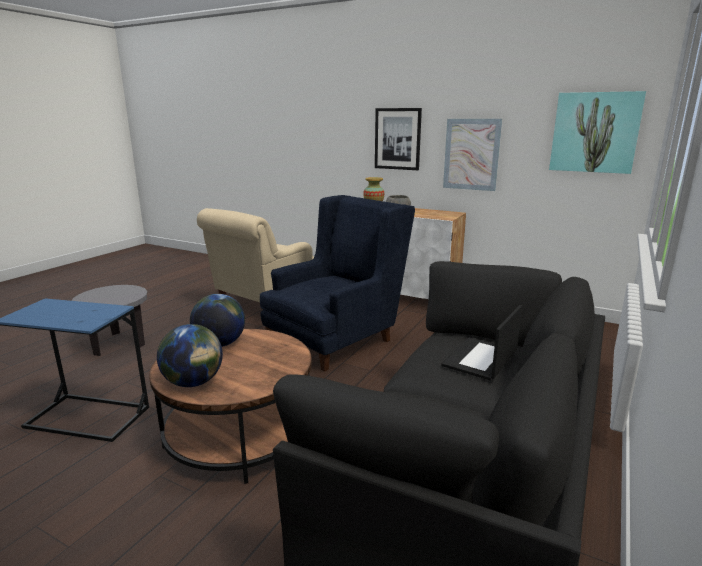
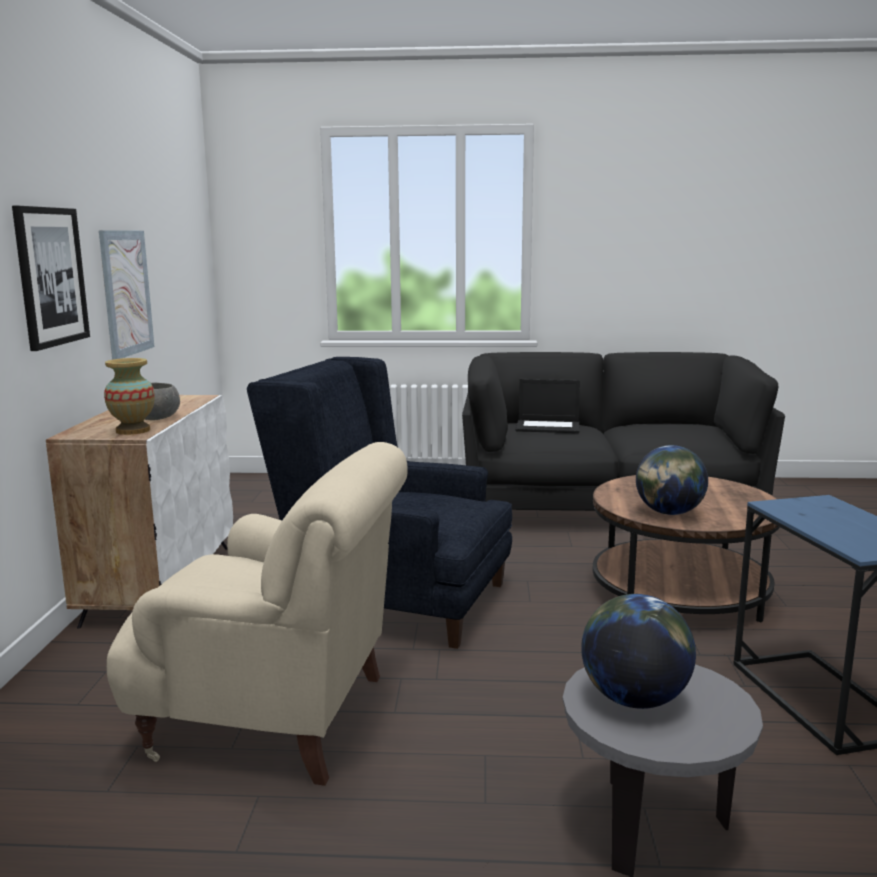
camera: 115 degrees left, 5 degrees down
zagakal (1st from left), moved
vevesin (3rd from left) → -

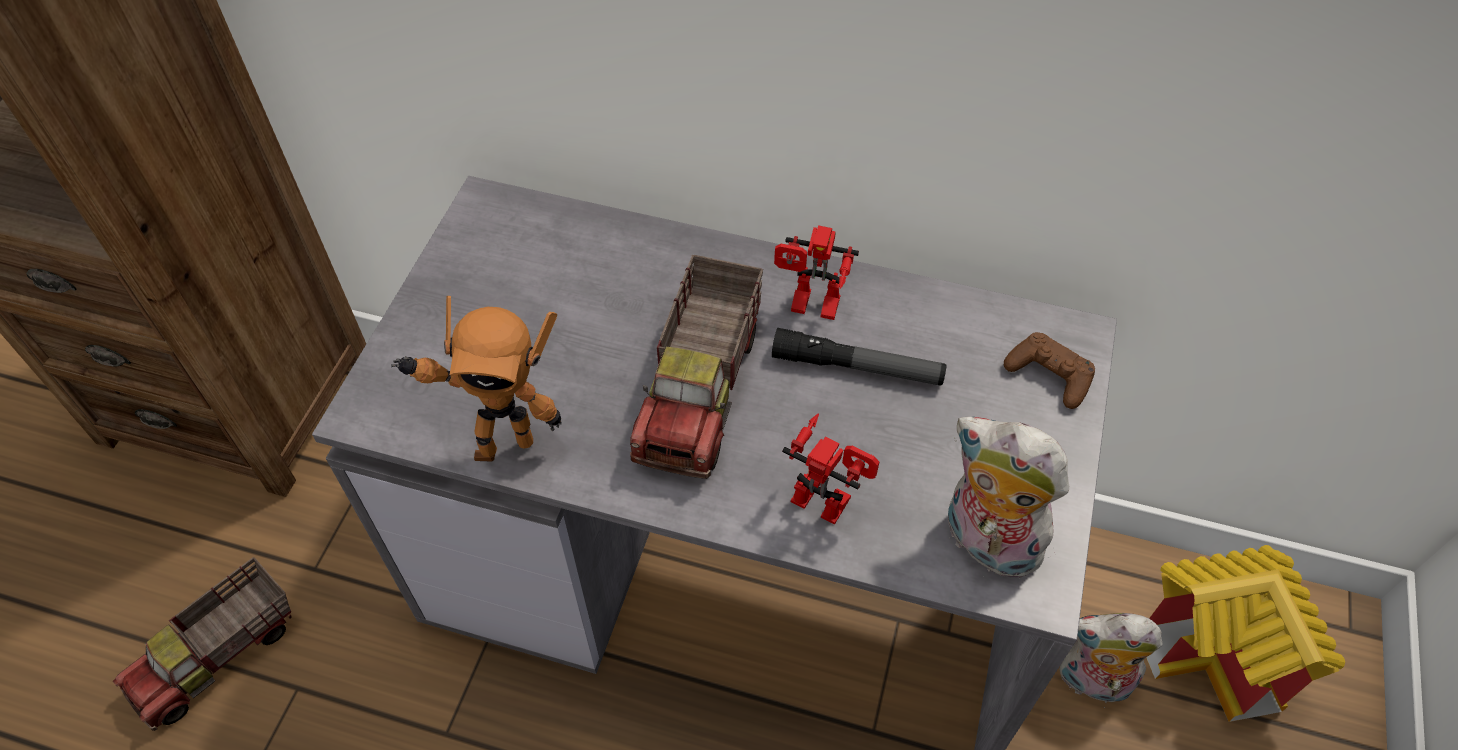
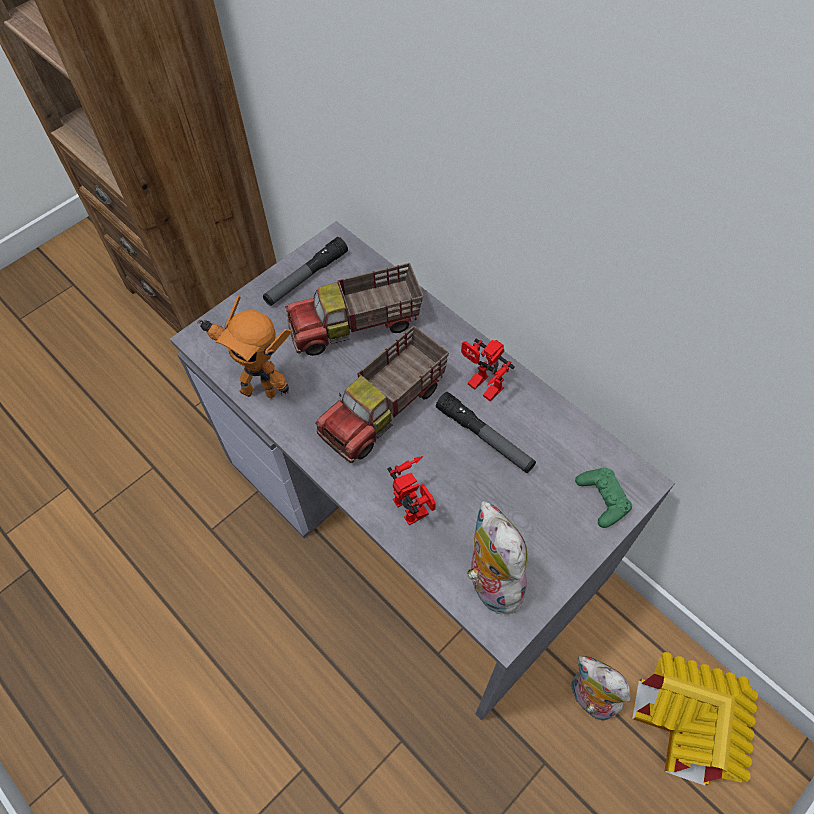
camera: 30 degrees right, 5 degrees up
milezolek (1st from left), moved
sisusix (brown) → sisusix (green)
- → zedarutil (1st from left)

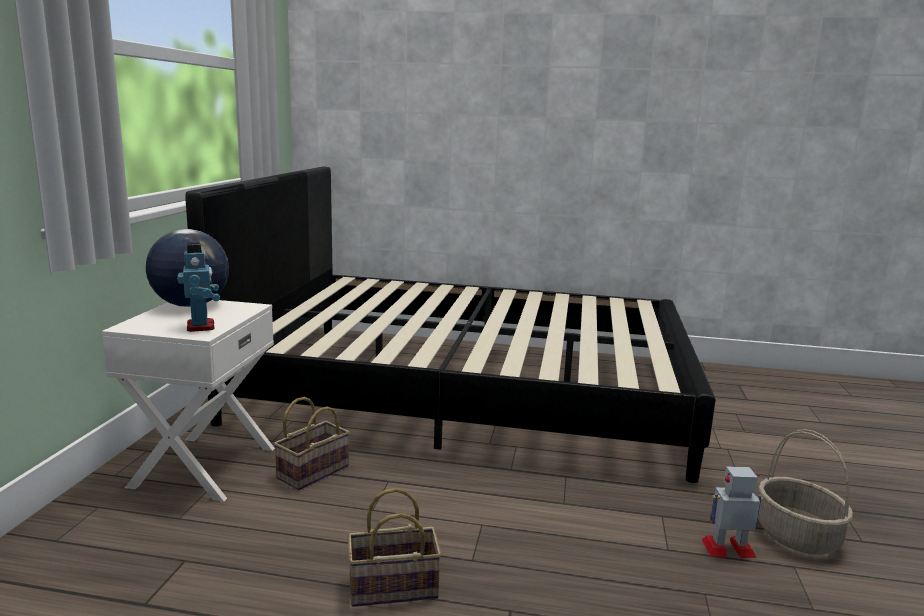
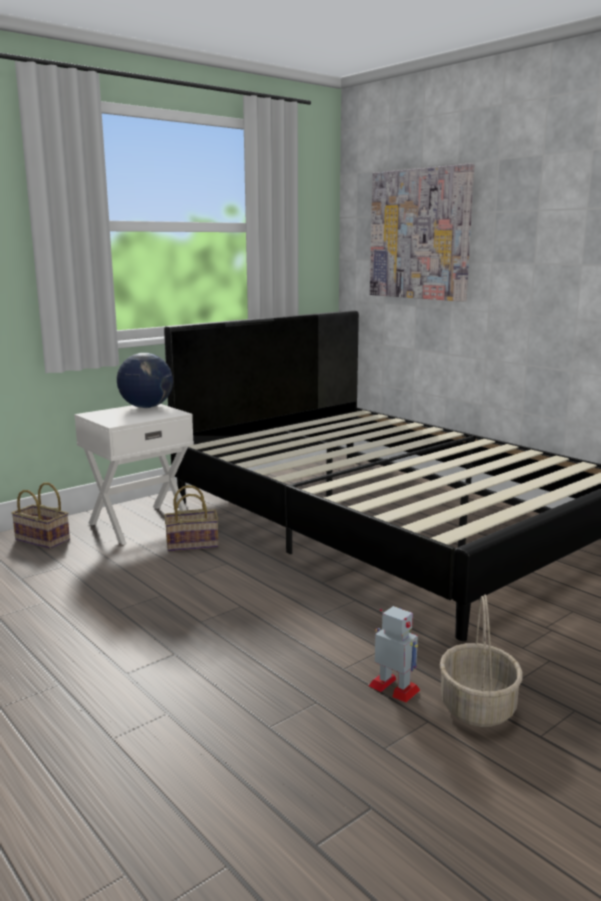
camera: 40 degrees right, 0 degrees up
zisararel (1st from left) → -
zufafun (2nd from left in the first image) → zufafun (1st from left), moved
- → vevesin

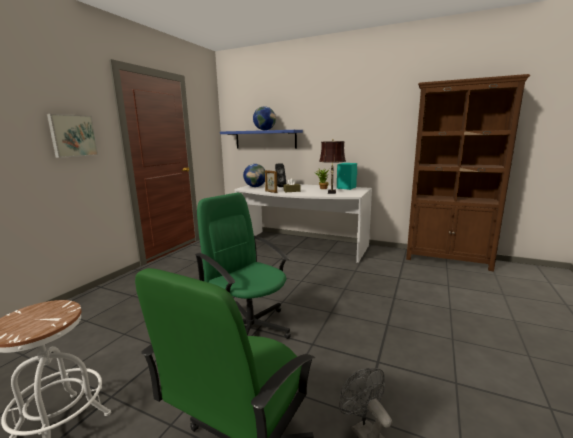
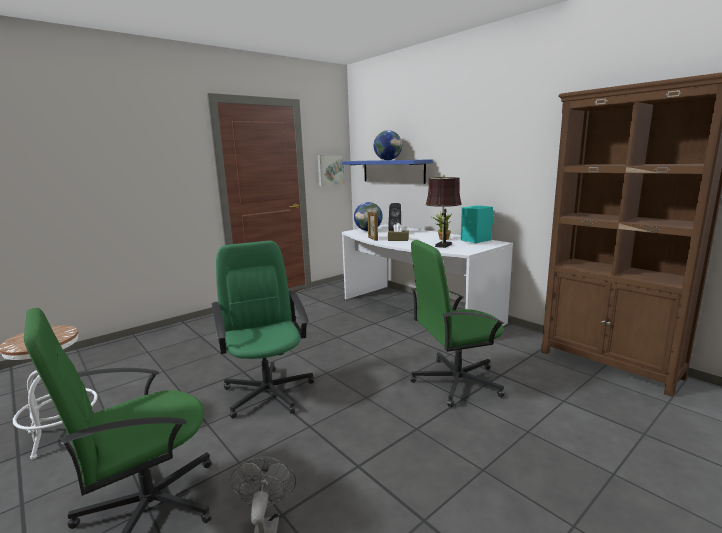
camera: 25 degrees right, 0 degrees up
vevesin, moved
- → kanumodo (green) (3rd from left)

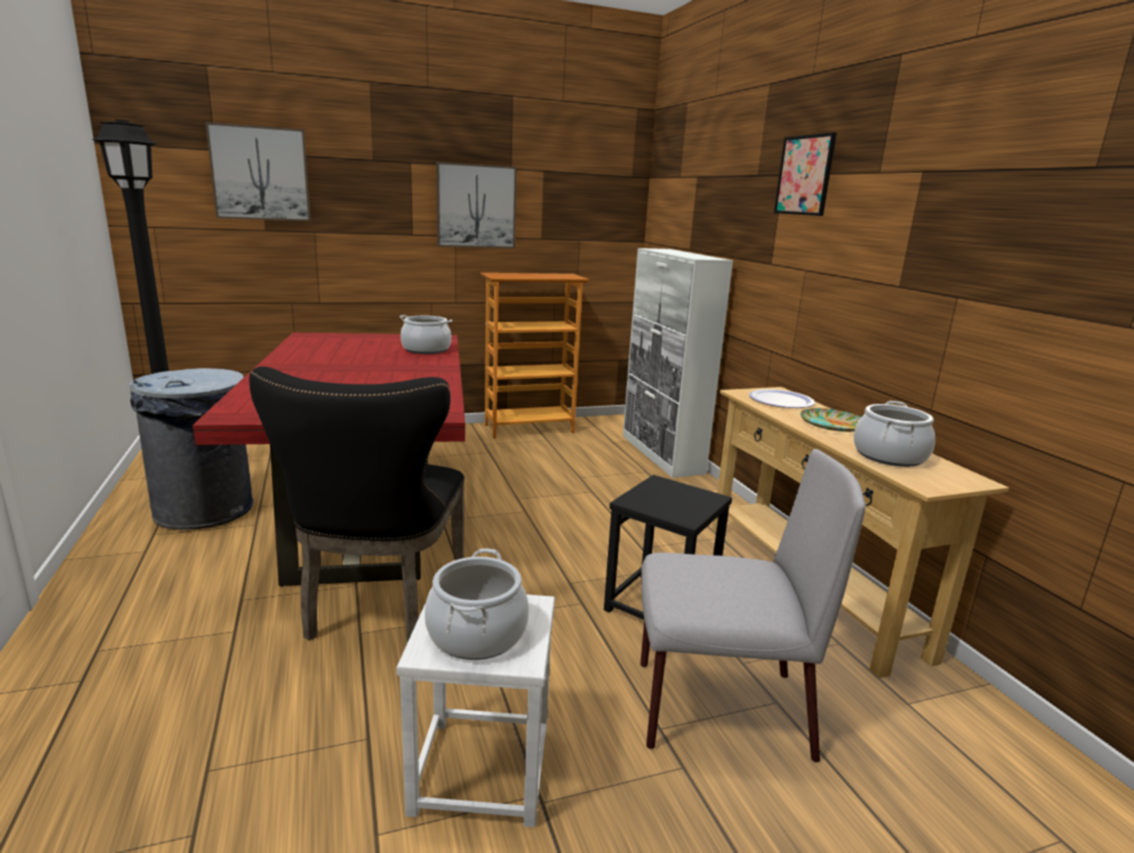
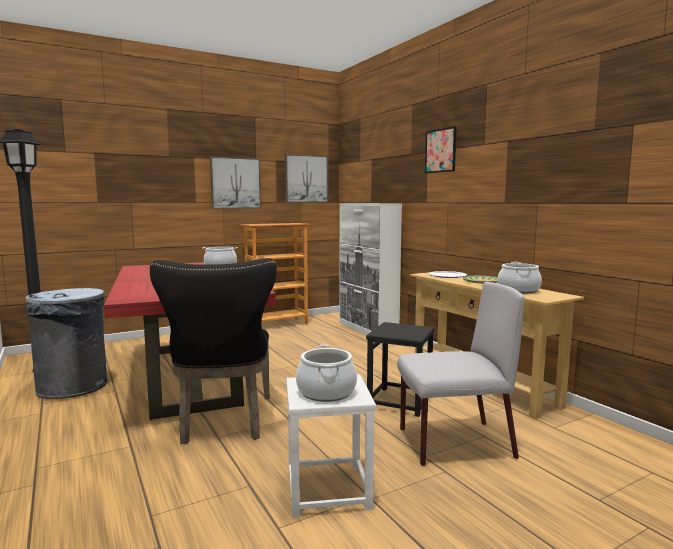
camera: 10 degrees left, 10 degrees down
vevesin (1st from left in the first image) → vevesin (2nd from left), moved

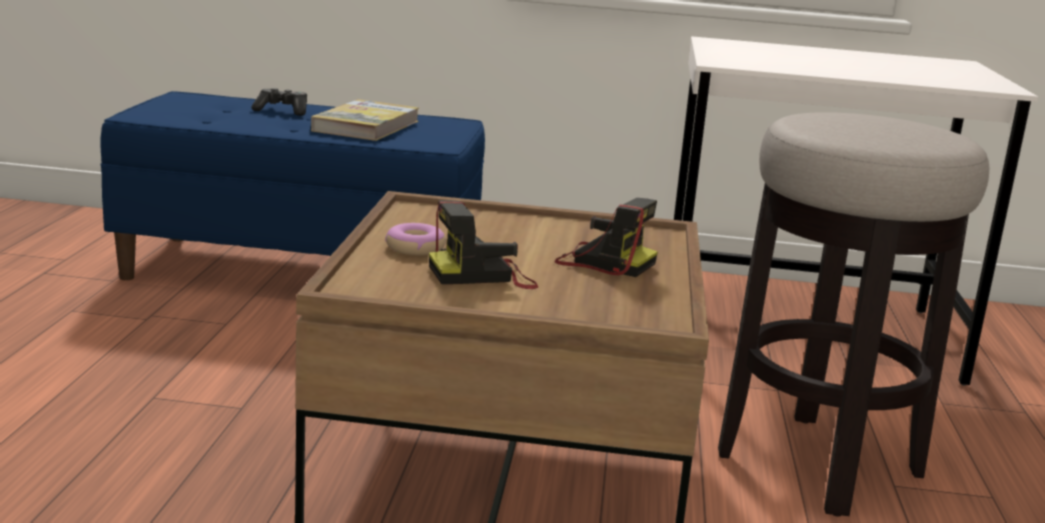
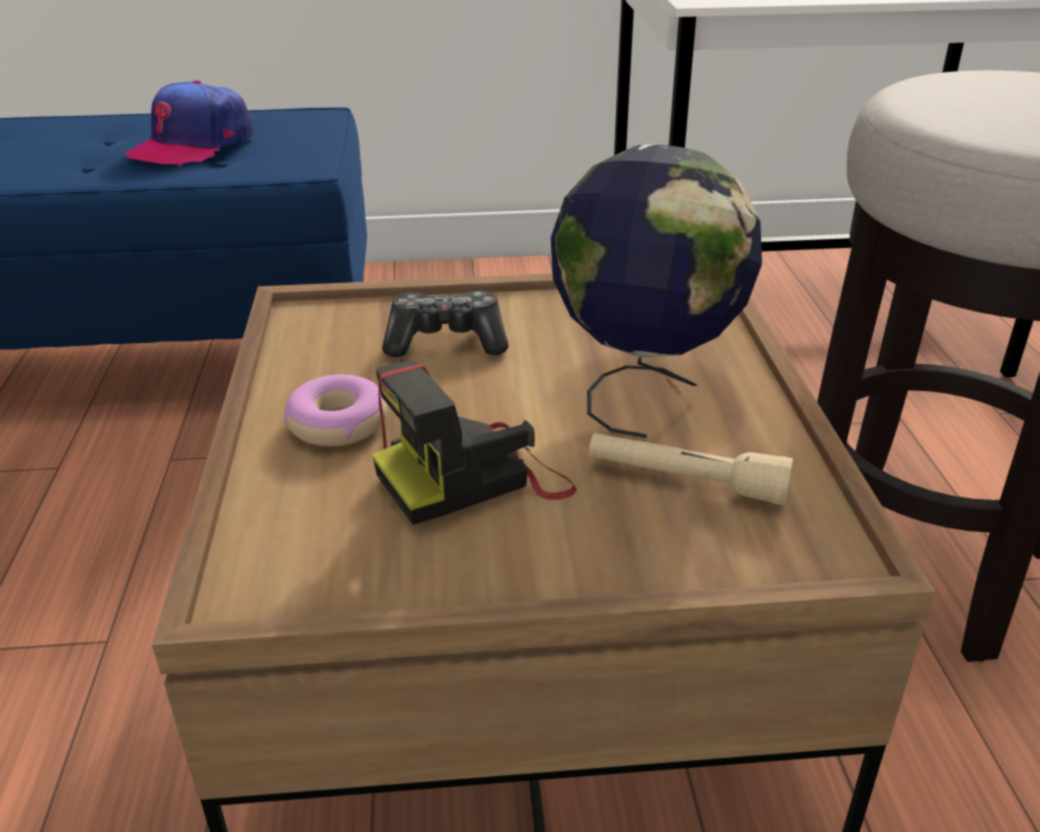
camera: 10 degrees left, 15 degrees up
sisusix, moved
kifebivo → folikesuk
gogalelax (2nd from left) → zagakal
- → zedarutil (beige)

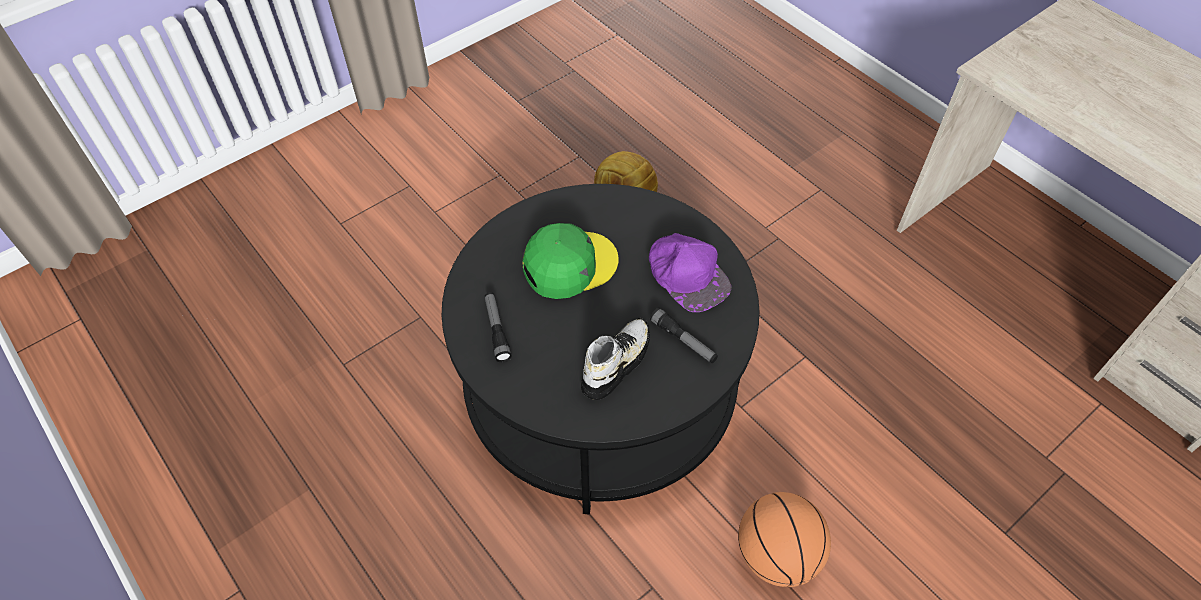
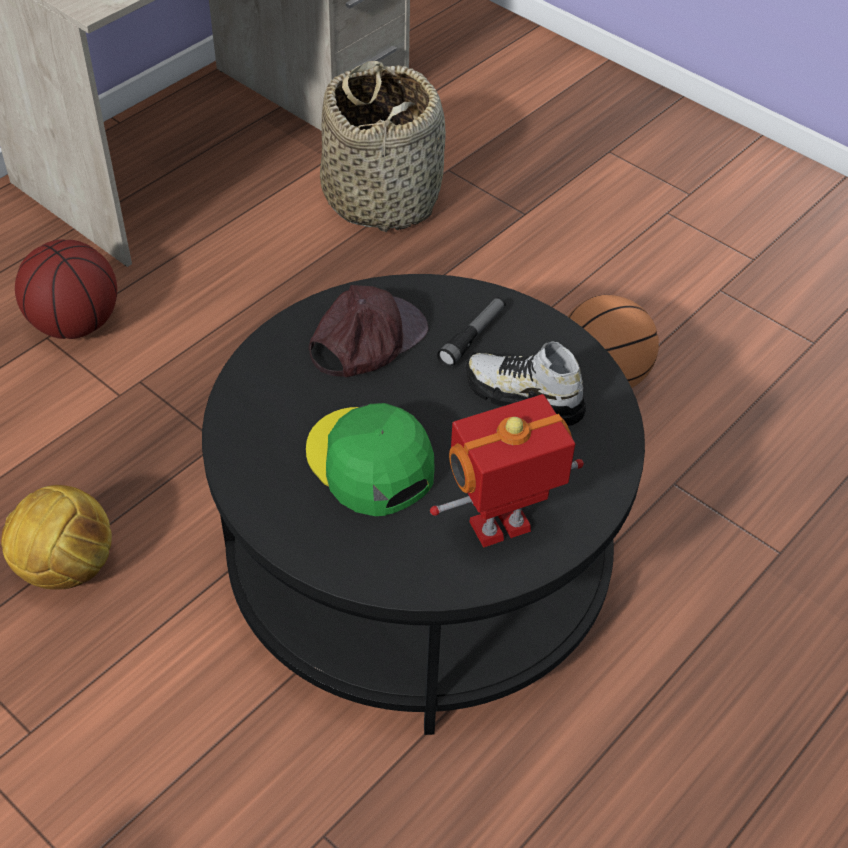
camera: 100 degrees left, 5 degrees down
zedarutil (1st from left) → zisararel
folikesuk (purple) → folikesuk (brown)
- → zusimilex (1st from left)
- → zufafun

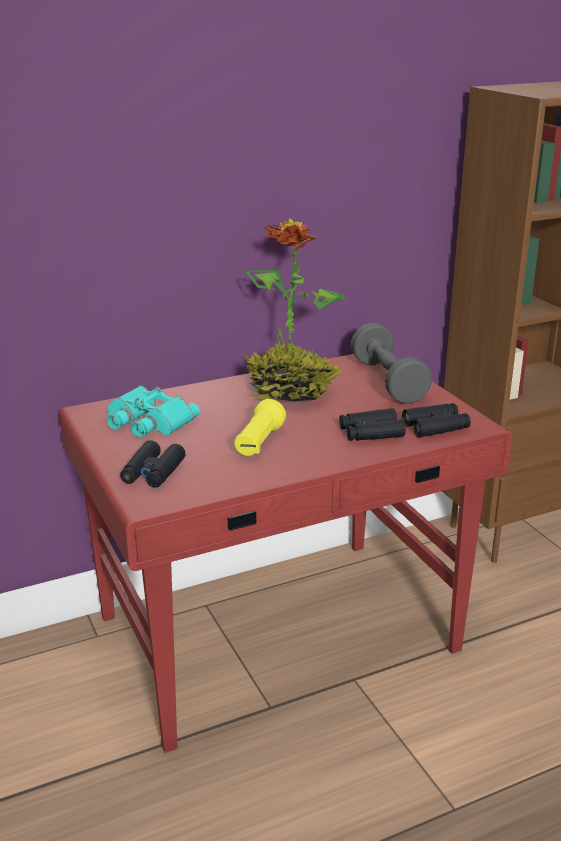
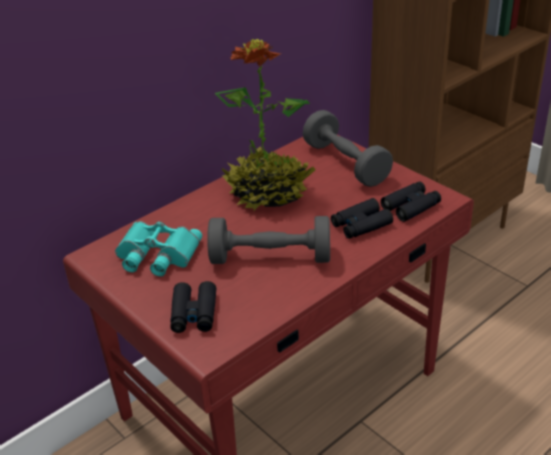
camera: 15 degrees left, 10 degrees up
zedarutil (yellow) → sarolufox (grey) (1st from left)

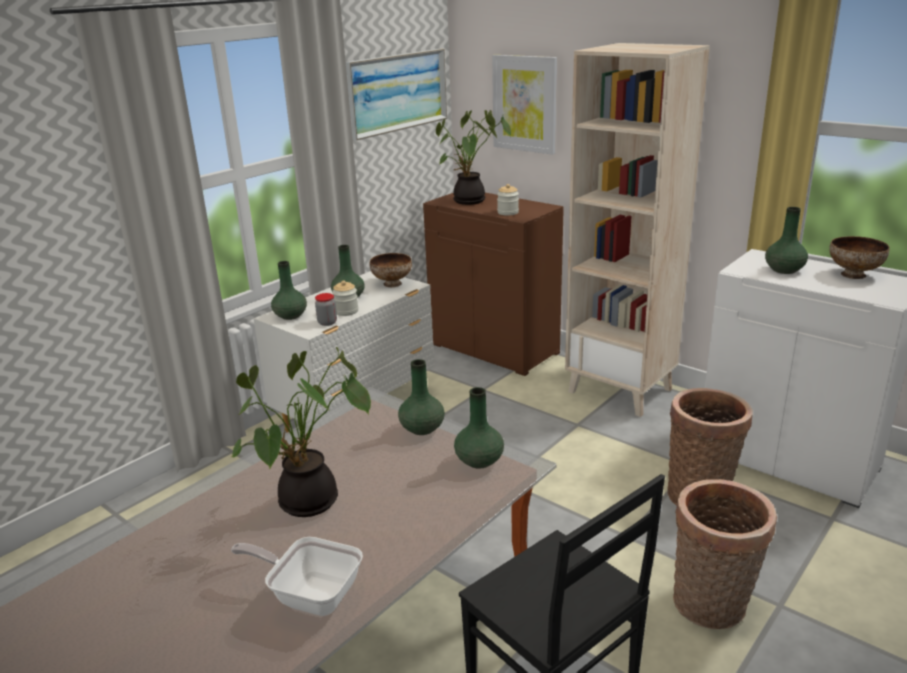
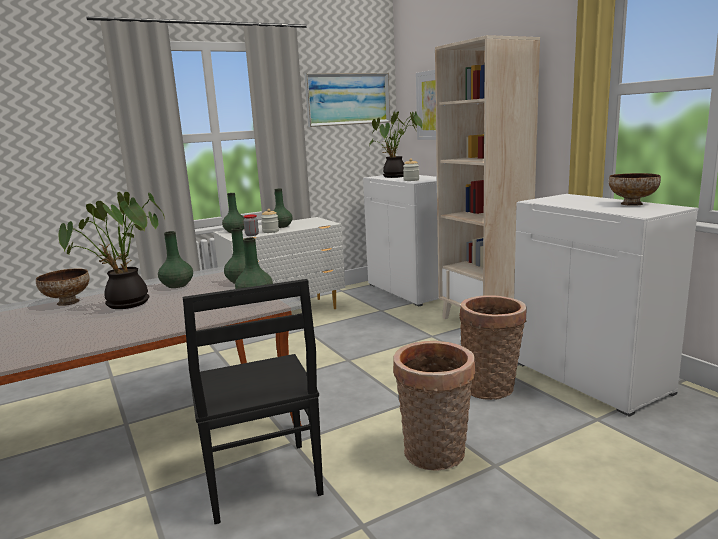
camera: 20 degrees right, 10 degrees down
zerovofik → -
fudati (1st from left), moved
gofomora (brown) → gofomora (white) (1st from left)
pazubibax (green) (5th from left in the first image) → pazubibax (green) (1st from left), moved

